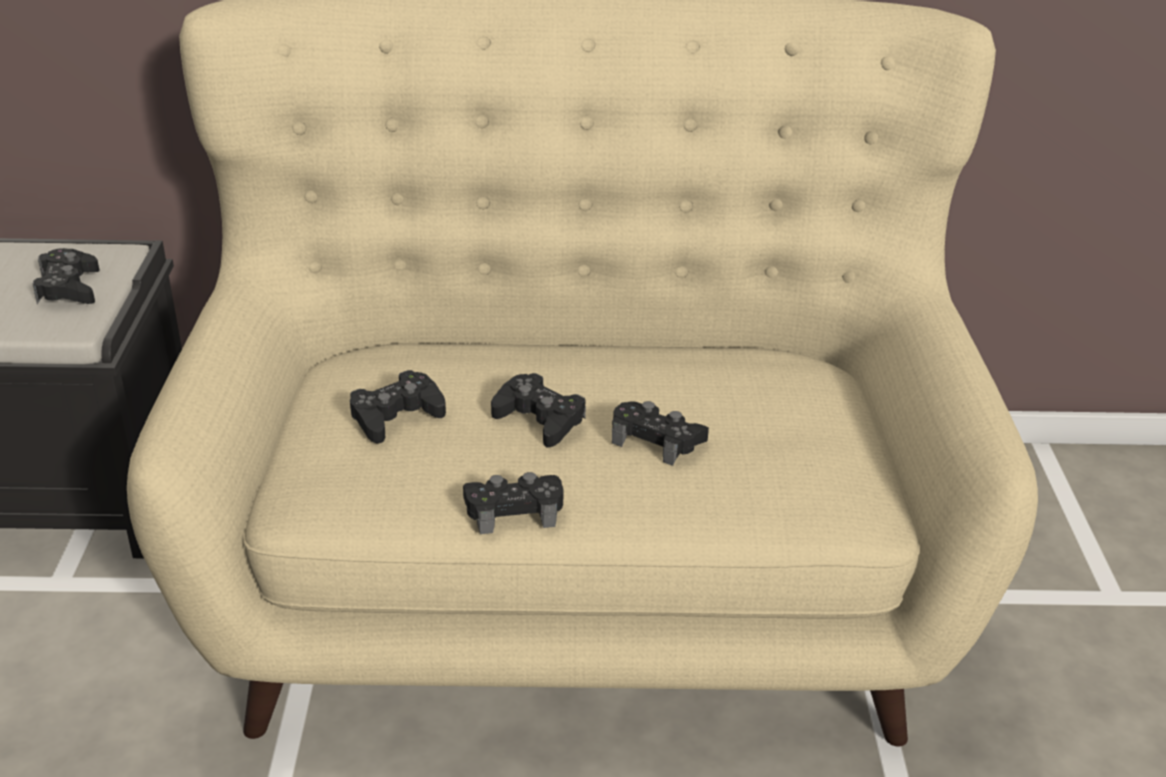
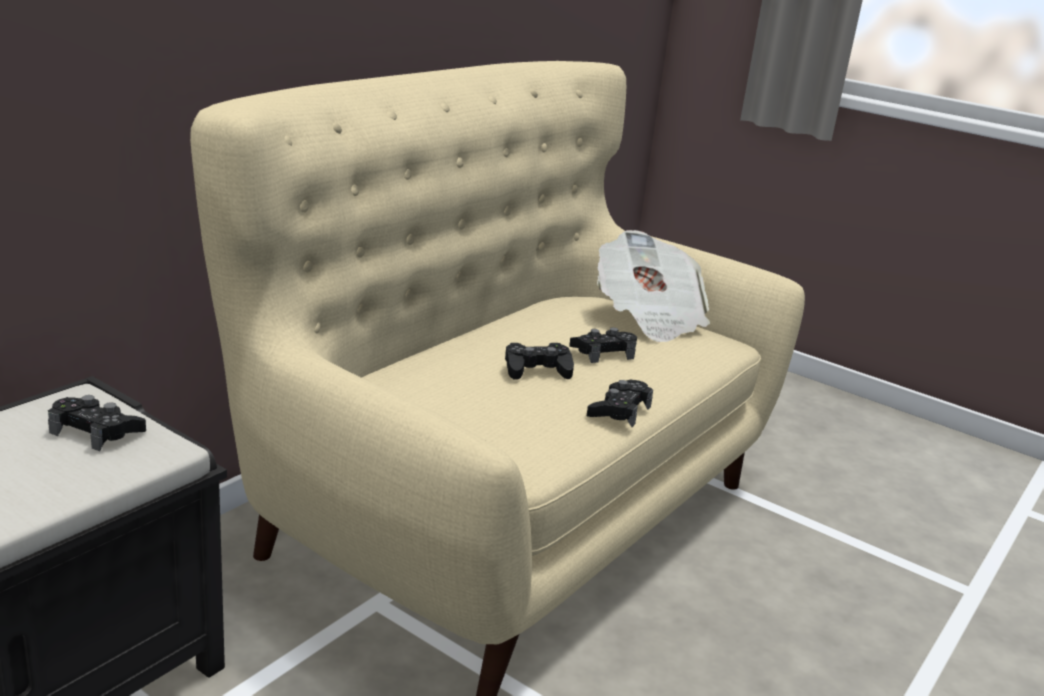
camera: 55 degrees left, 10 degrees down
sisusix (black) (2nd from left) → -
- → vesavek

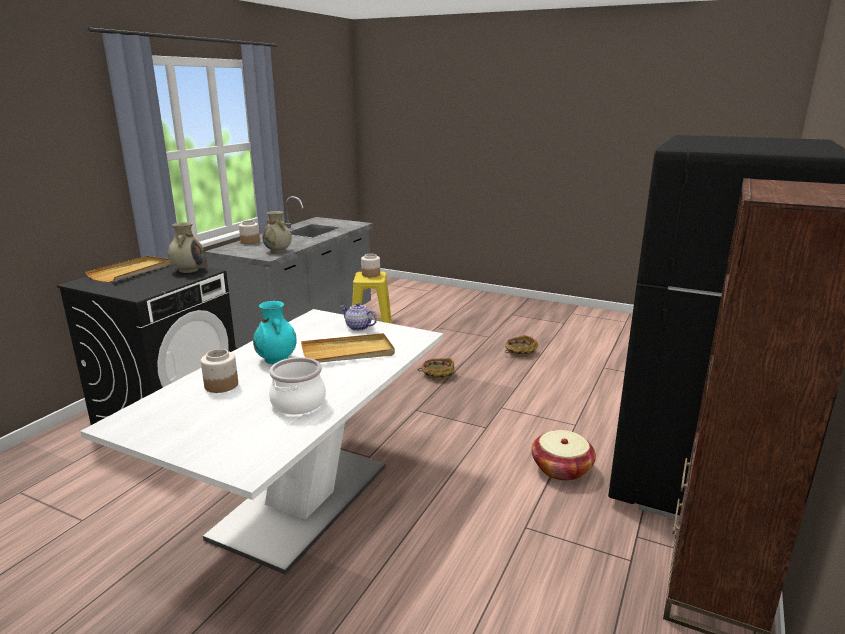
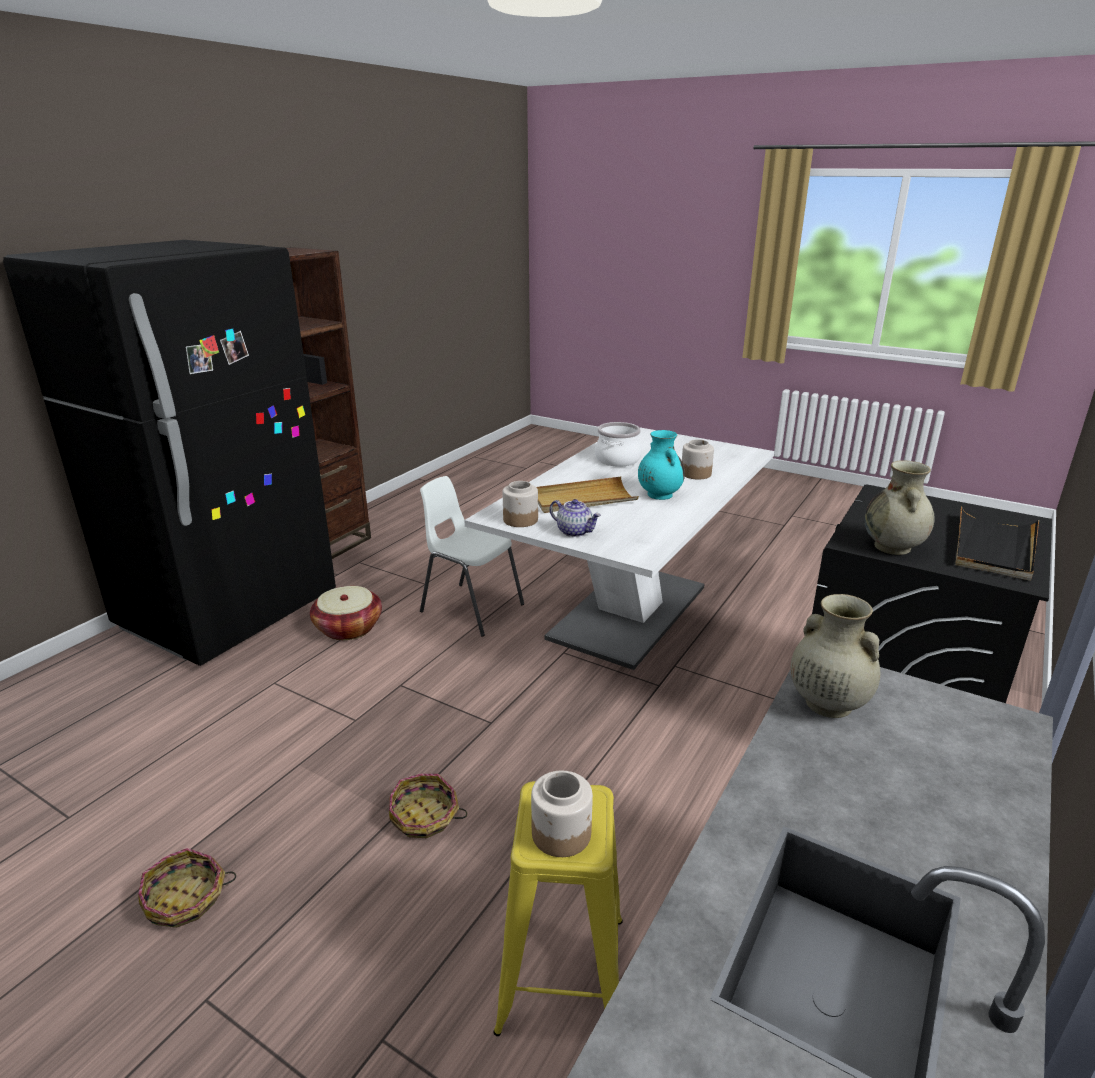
camera: 175 degrees left, 5 degrees up
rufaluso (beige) (1st from left) → rufaluso (black)
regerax (2nd from left in the first image) → regerax (1st from left), moved
- → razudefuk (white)

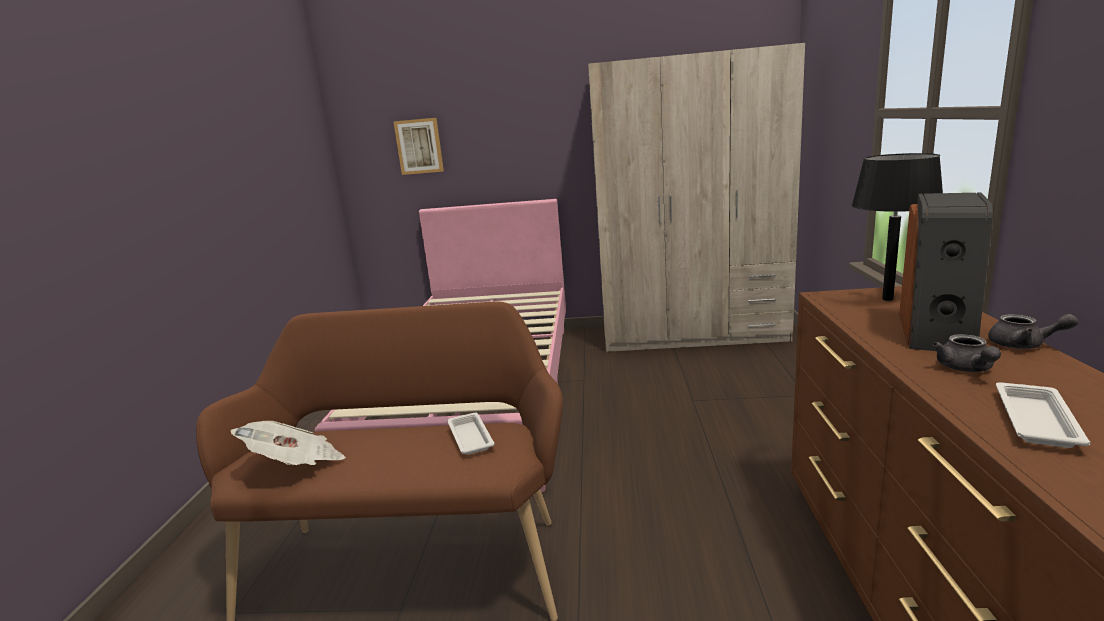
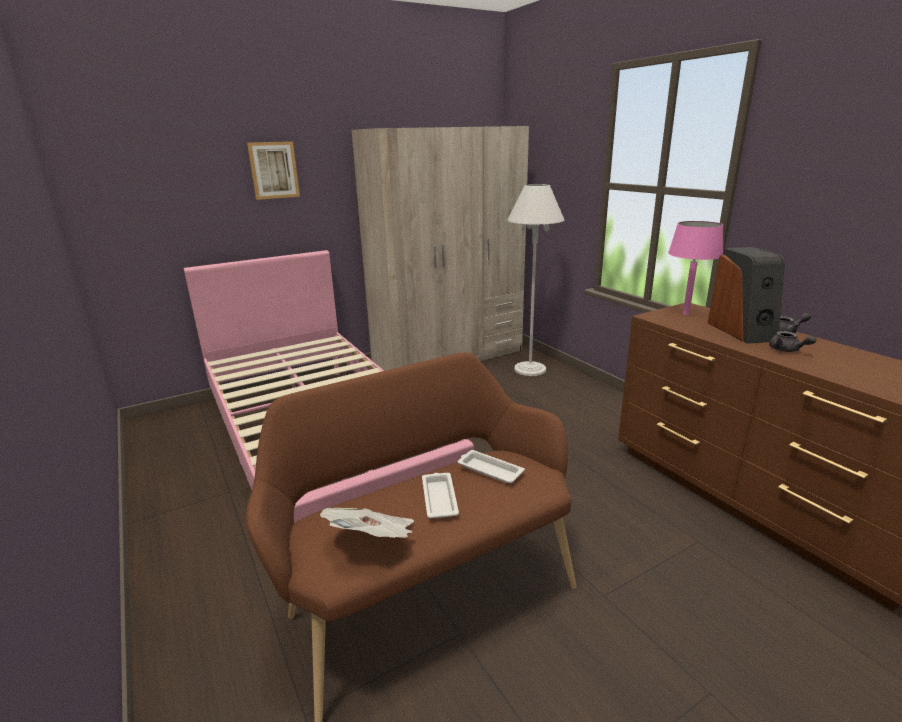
camera: 35 degrees left, 5 degrees up
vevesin, moved
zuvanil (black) → zuvanil (pink)
rufaluso (white) (2nd from left in the first image) → rufaluso (white) (1st from left), moved
- → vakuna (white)

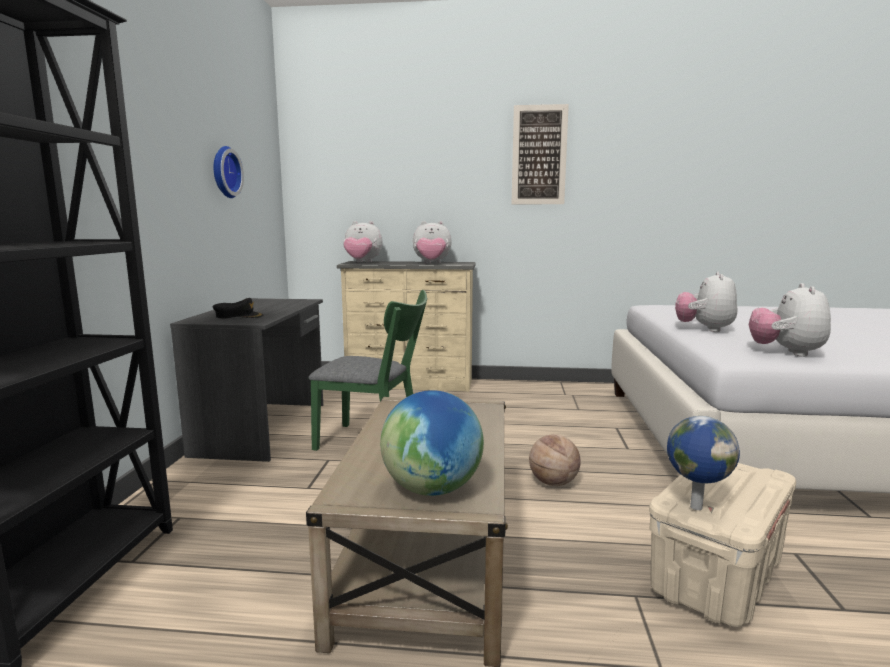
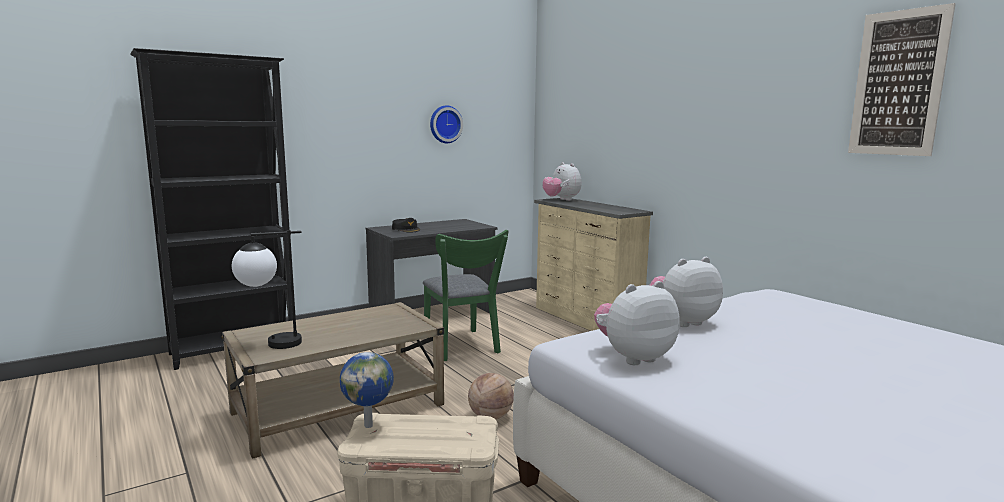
camera: 50 degrees right, 0 degrees up
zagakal (1st from left) → zuvanil
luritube (2nd from left) → -
vevesin, moved

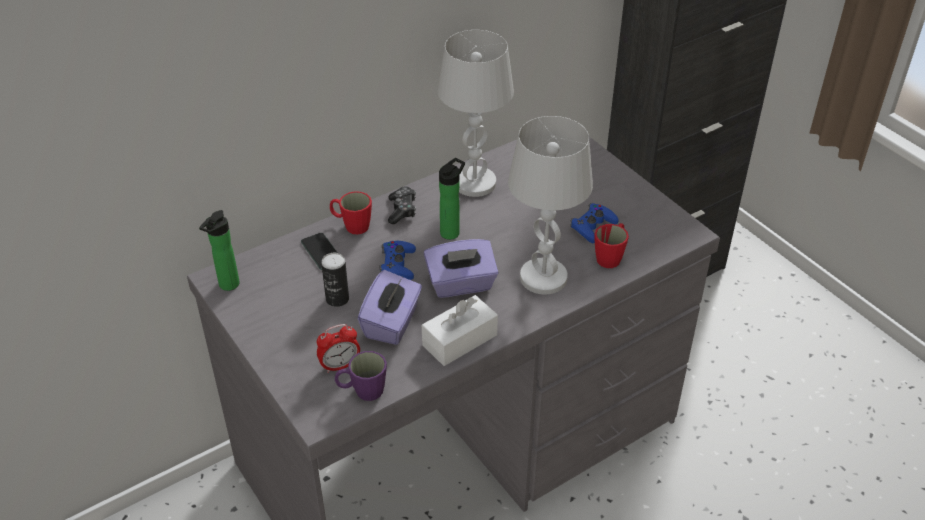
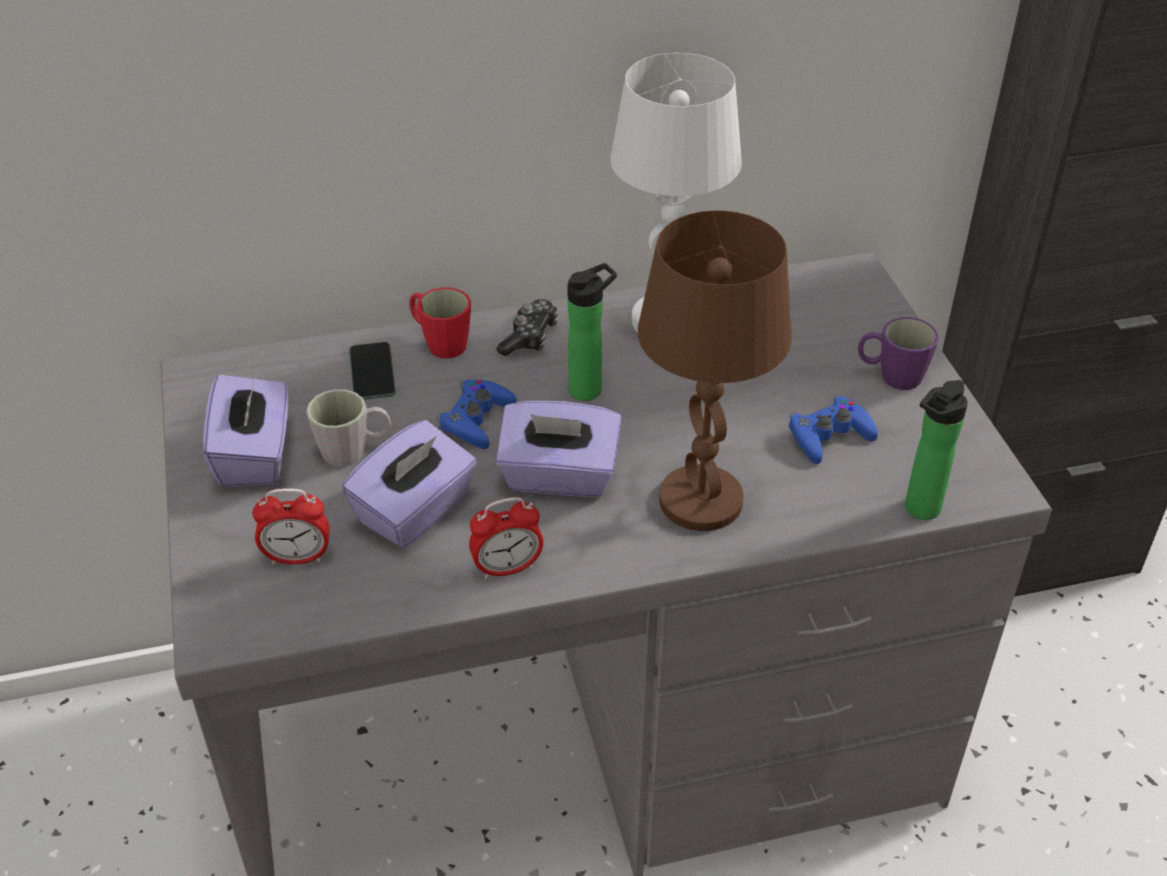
camera: 20 degrees right, 0 degrees up
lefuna (1st from left in the first image) → lefuna (2nd from left), moved
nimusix → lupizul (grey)
lupizul (purple), moved
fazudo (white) → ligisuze (2nd from left)
zuvanil (white) (2nd from left) → zuvanil (brown)
lupizul (red) (2nd from left) → -
- → fazudo (purple) (1st from left)

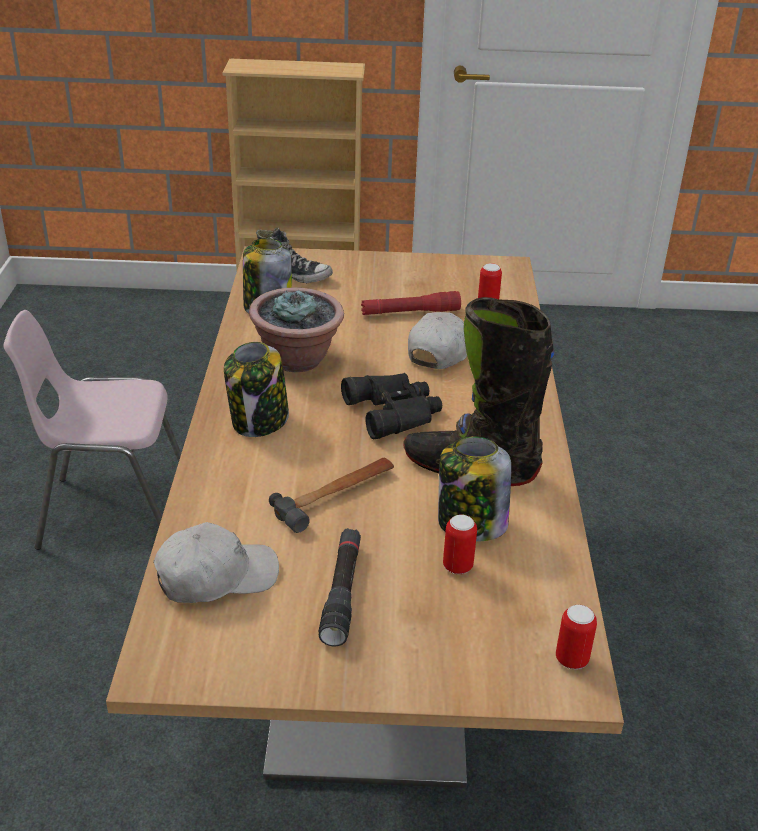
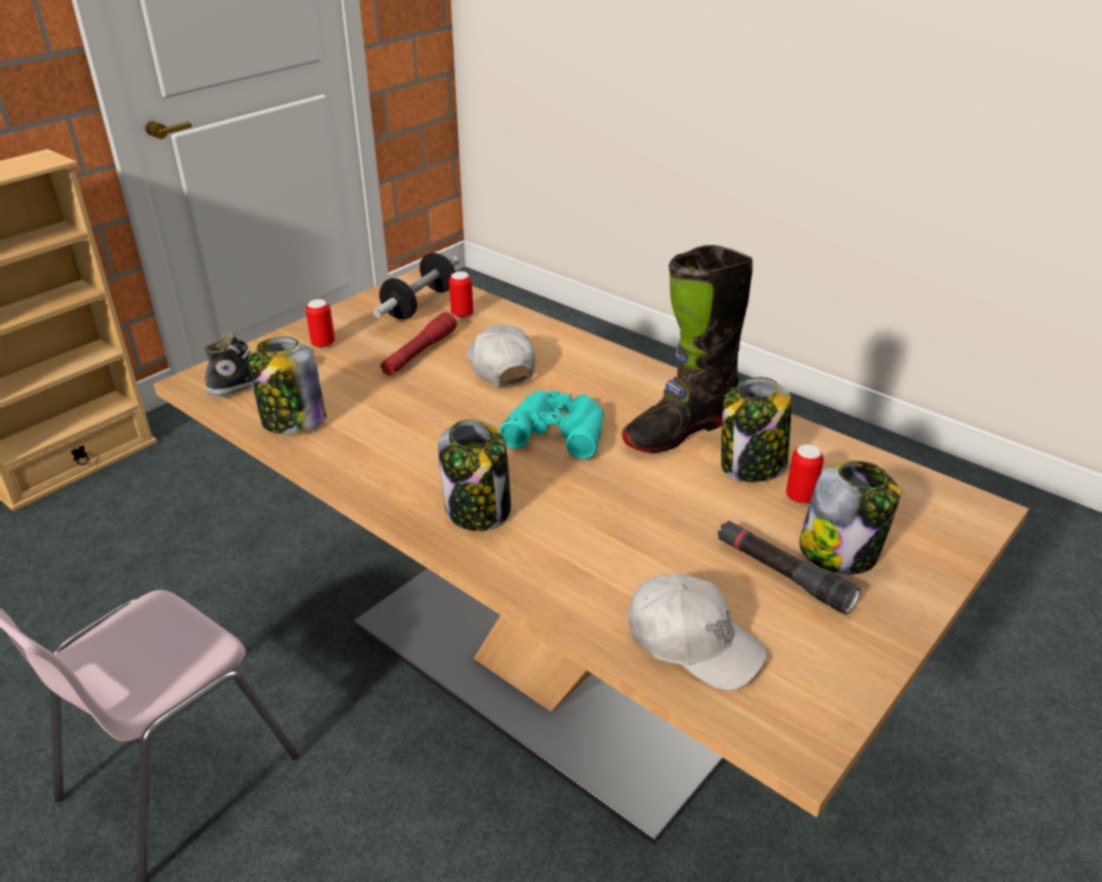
camera: 50 degrees left, 0 degrees up
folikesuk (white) (1st from left in the first image) → folikesuk (white) (2nd from left), 105 degrees clockwise
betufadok → -
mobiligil → -
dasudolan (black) → dasudolan (turquoise)
nimusix (3rd from left in the first image) → nimusix (1st from left), moved
- → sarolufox
- → regerax (4th from left)

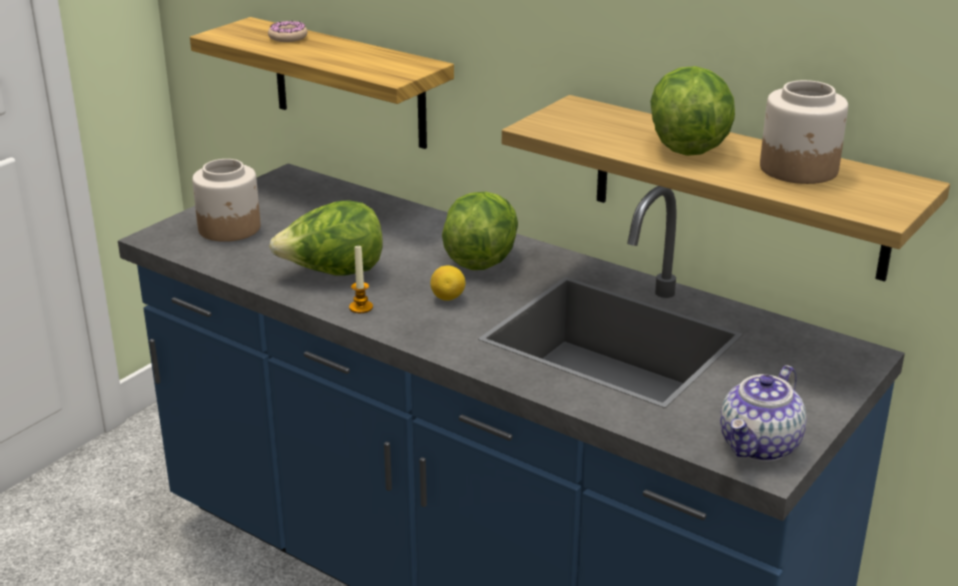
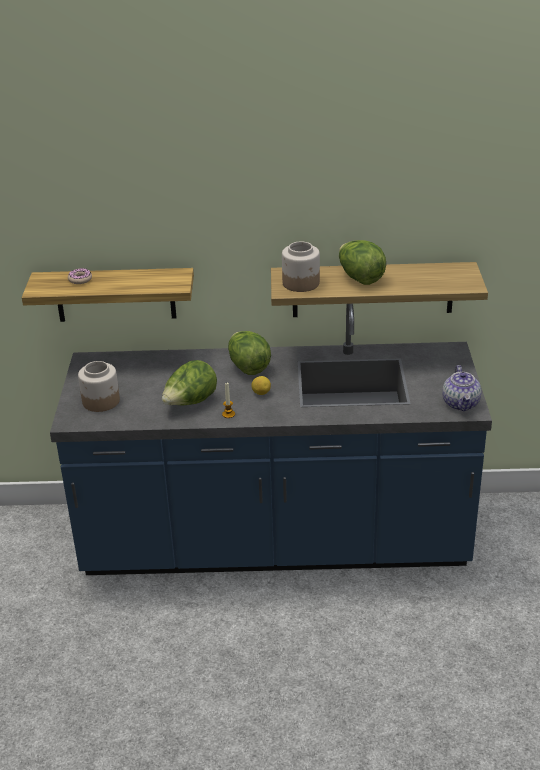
camera: 35 degrees left, 5 degrees up
regerax (2nd from left), moved

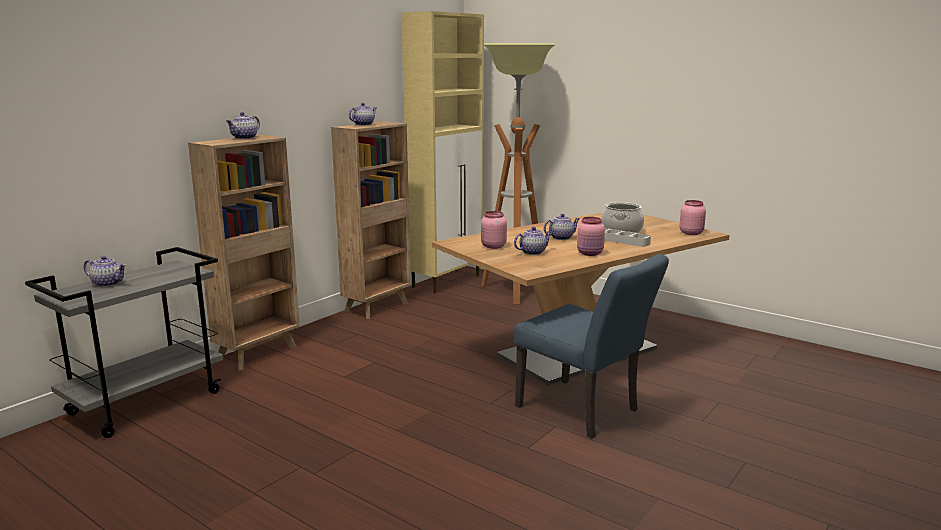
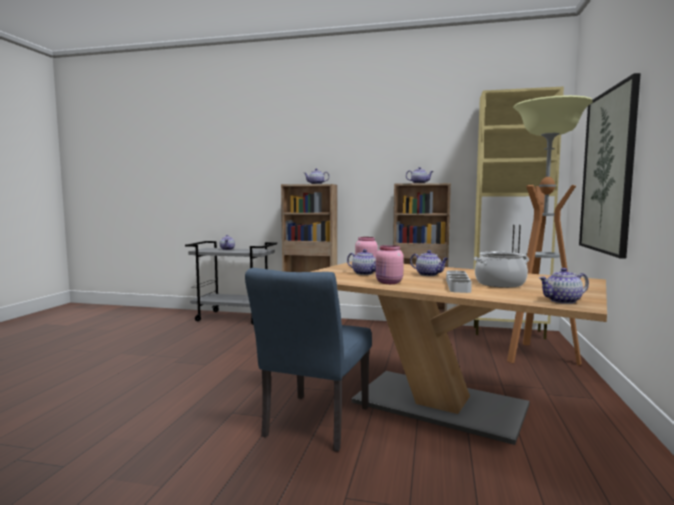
camera: 65 degrees right, 10 degrees down
regerax (pink) (3rd from left) → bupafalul (6th from left)
- → vevesin

